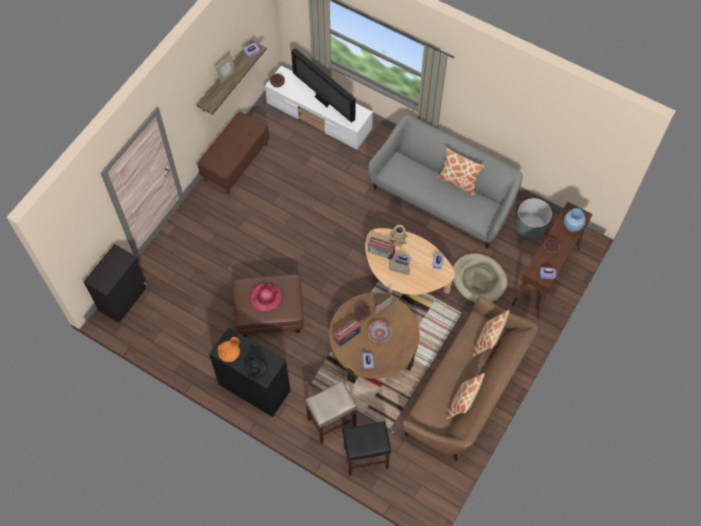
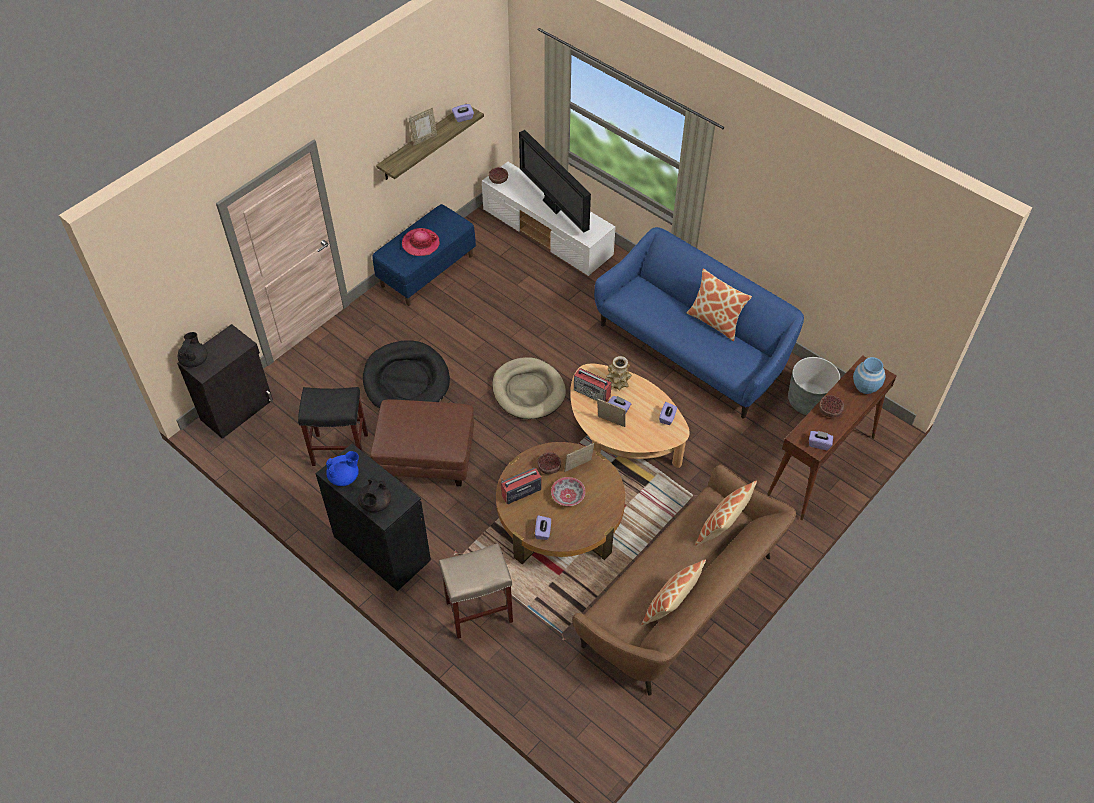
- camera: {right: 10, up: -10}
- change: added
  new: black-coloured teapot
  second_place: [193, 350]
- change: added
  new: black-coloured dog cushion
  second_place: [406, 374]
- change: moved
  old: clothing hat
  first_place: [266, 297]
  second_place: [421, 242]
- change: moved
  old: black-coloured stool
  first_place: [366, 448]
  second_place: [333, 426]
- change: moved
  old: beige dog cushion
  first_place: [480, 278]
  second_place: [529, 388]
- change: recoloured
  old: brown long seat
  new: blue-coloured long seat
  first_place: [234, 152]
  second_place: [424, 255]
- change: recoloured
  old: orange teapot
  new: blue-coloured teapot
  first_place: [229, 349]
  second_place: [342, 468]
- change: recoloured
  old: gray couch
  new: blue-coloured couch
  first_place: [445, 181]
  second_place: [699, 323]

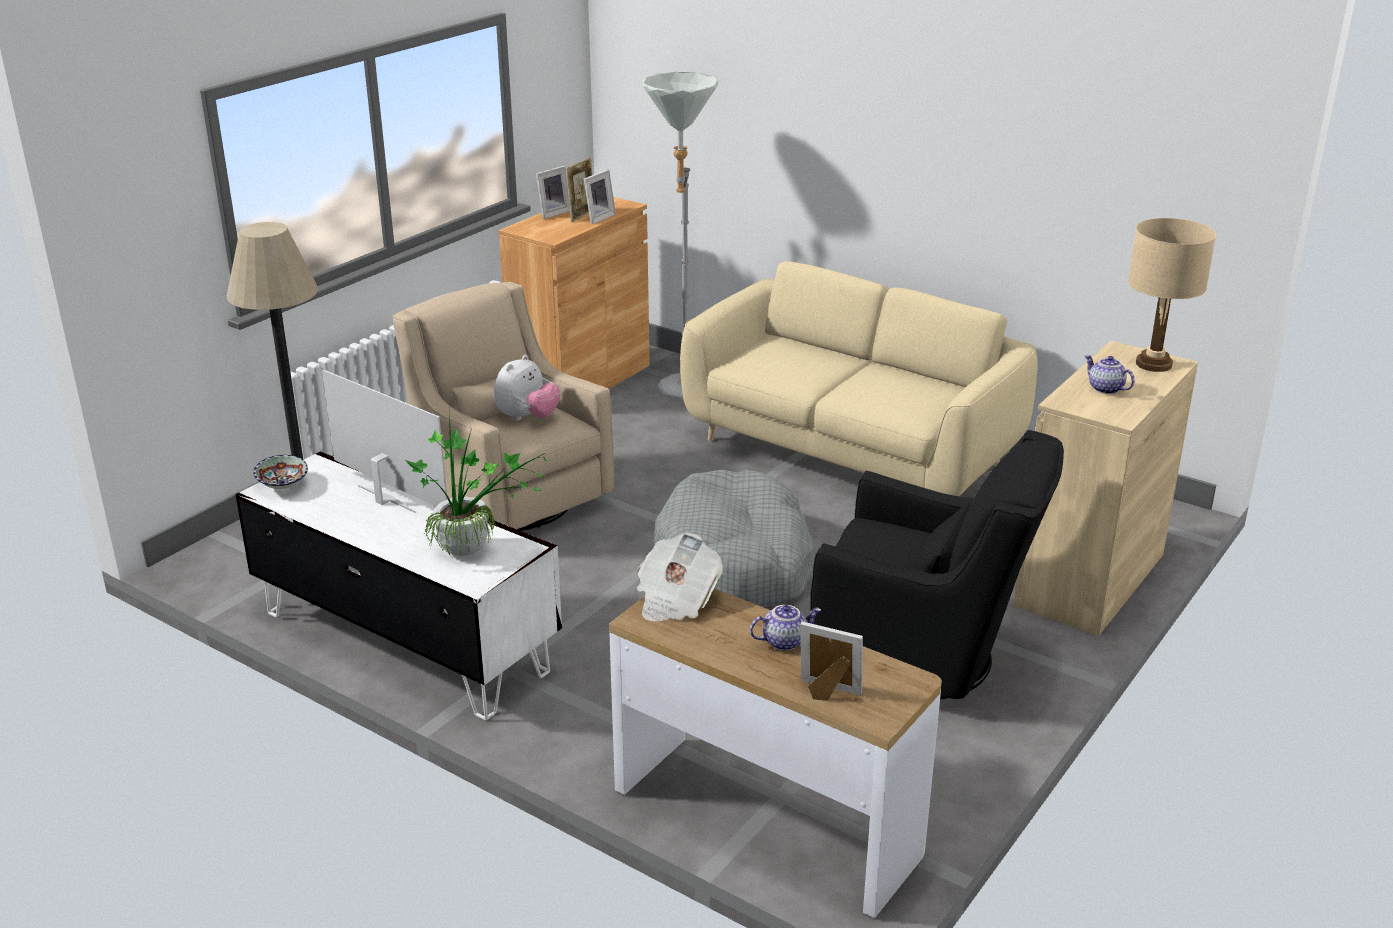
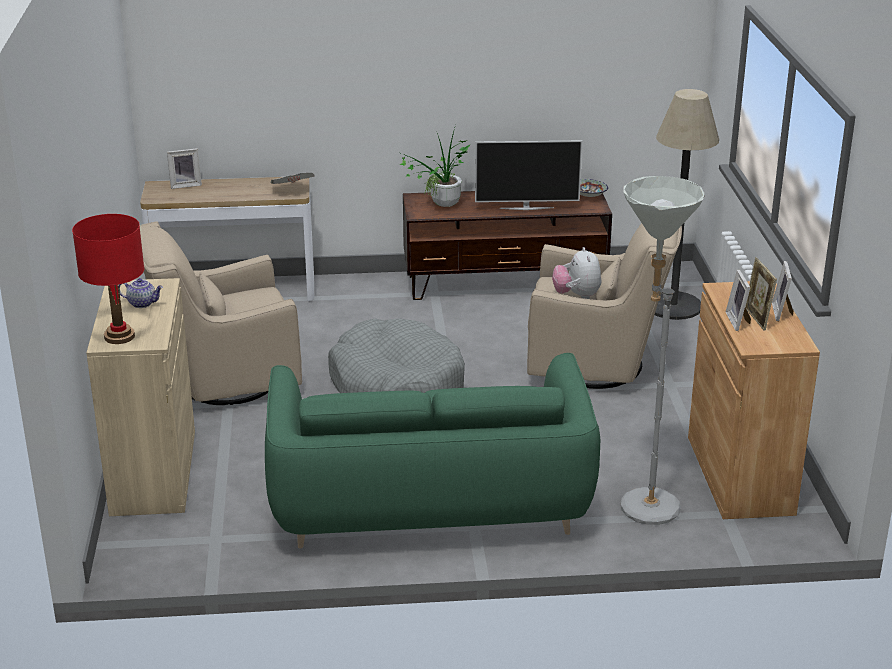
- camera: {right: 140, up: 0}
- change: removed
  old: teapot
  first_place: [785, 628]
- change: recoloured
  old: white-coloured tv unit
  new: brown tv unit
  first_place: [398, 586]
  second_place: [507, 245]
- change: recoloured
  old: beige couch
  new: green couch
  first_place: [859, 378]
  second_place: [432, 451]
- change: recoloured
  old: black-coloured lounge chair
  new: beige lounge chair
  first_place: [937, 564]
  second_place: [221, 313]
- change: recoloured
  old: beige tabletop lamp
  new: red tabletop lamp
  first_place: [1172, 295]
  second_place: [108, 279]

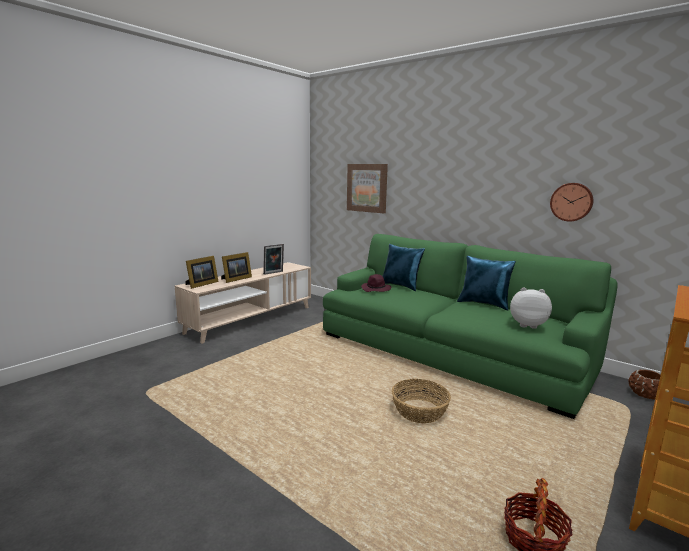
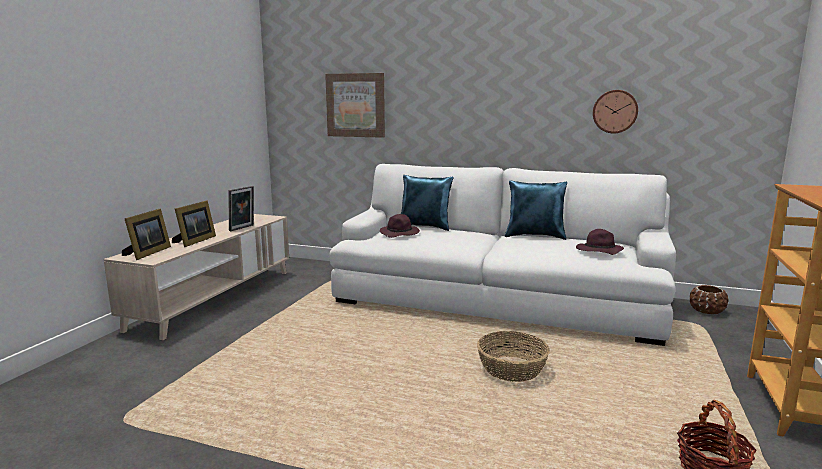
- camera: {right: -20, up: 0}
- change: replaced
  old: cuddly toy
  new: purple clothing hat
  first_place: [531, 308]
  second_place: [600, 242]
- change: recoloured
  old: green couch
  new: white-coloured couch
  first_place: [470, 326]
  second_place: [502, 255]

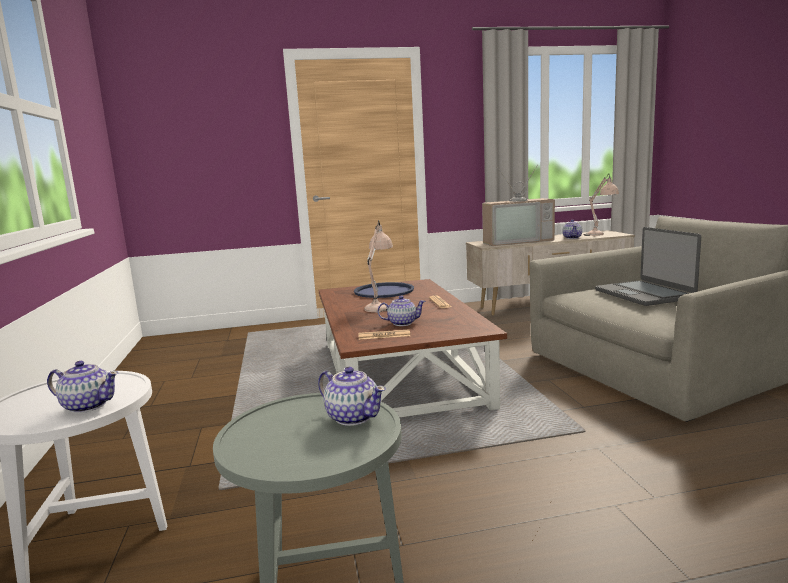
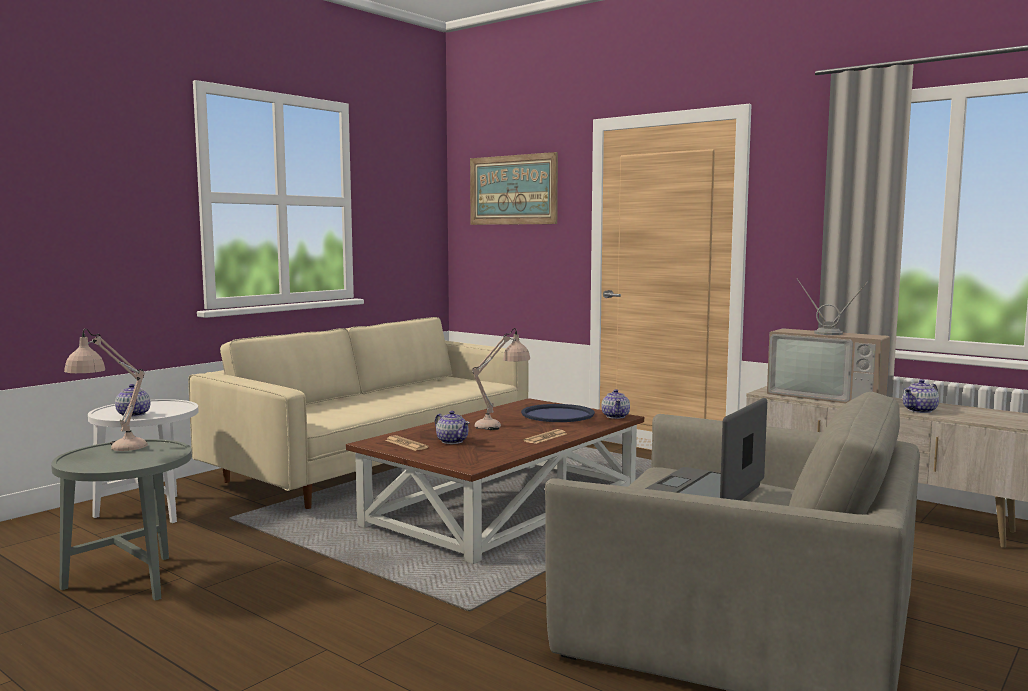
- camera: {right: 50, up: -5}
- change: added
  new: beige couch
  second_place: [358, 413]
- change: added
  new: wall picture
  second_place: [514, 188]
- change: moved
  old: teapot
  first_place: [352, 396]
  second_place: [615, 404]
- change: moved
  old: beige tabletop lamp
  first_place: [601, 205]
  second_place: [106, 390]

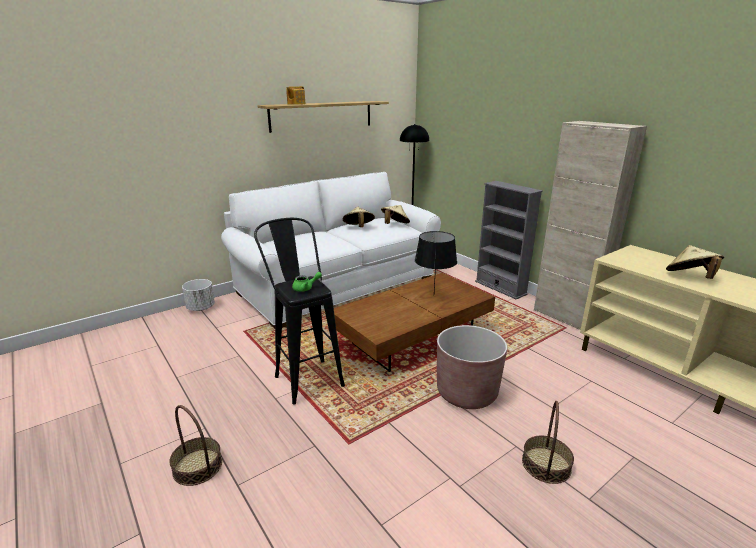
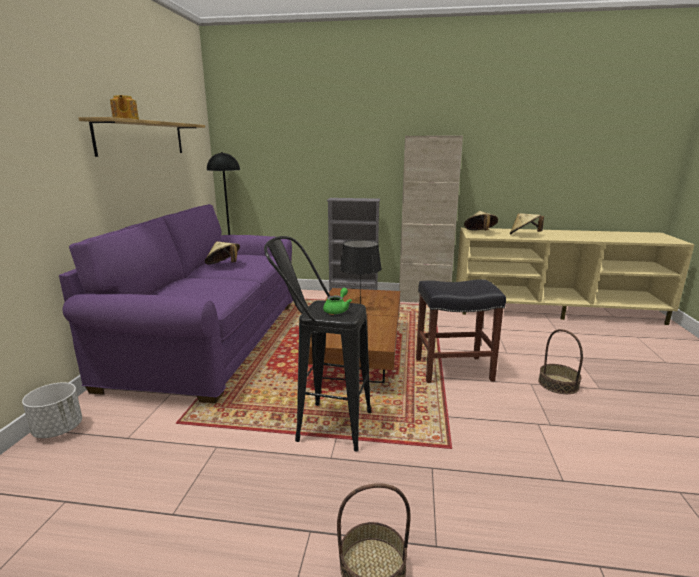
- camera: {right: -45, up: -5}
- change: moved
  old: beige clothing hat
  first_place: [395, 214]
  second_place: [481, 220]
- change: replaced
  old: brown flower pot
  new: black-coloured stool
  first_place: [472, 367]
  second_place: [461, 331]
- change: recoloured
  old: white-coloured couch
  new: purple couch
  first_place: [331, 250]
  second_place: [176, 303]

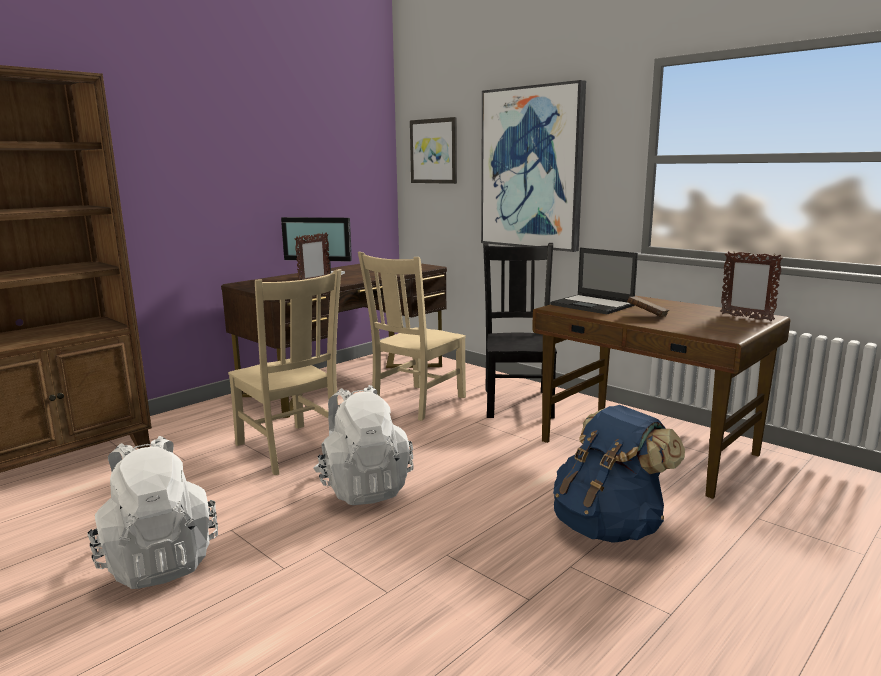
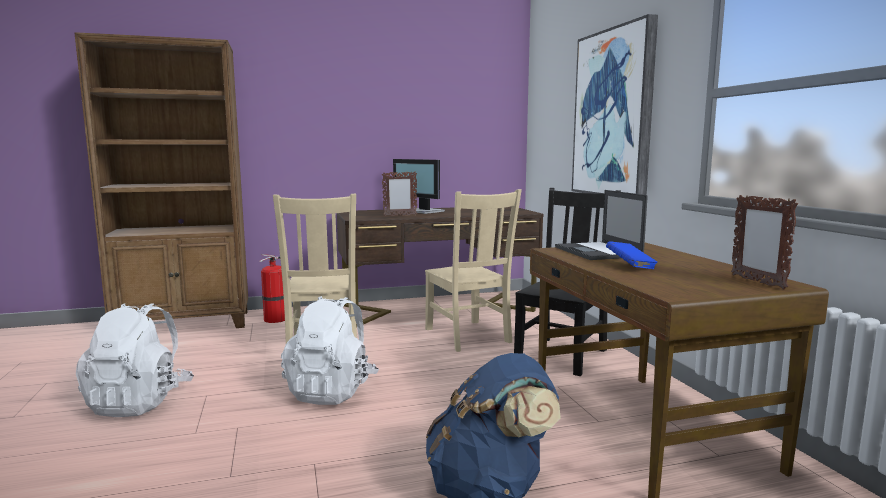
- camera: {right: 30, up: -5}
- change: removed
  old: wall picture
  first_place: [433, 150]
- change: added
  new: fire-fighting cylinder
  second_place: [272, 288]
- change: recoloured
  old: brown book
  new: blue-coloured book
  first_place: [648, 306]
  second_place: [632, 255]
- change: turned
  old: beige upright chair
  first_place: [412, 336]
  second_place: [473, 270]
  degrees: -90

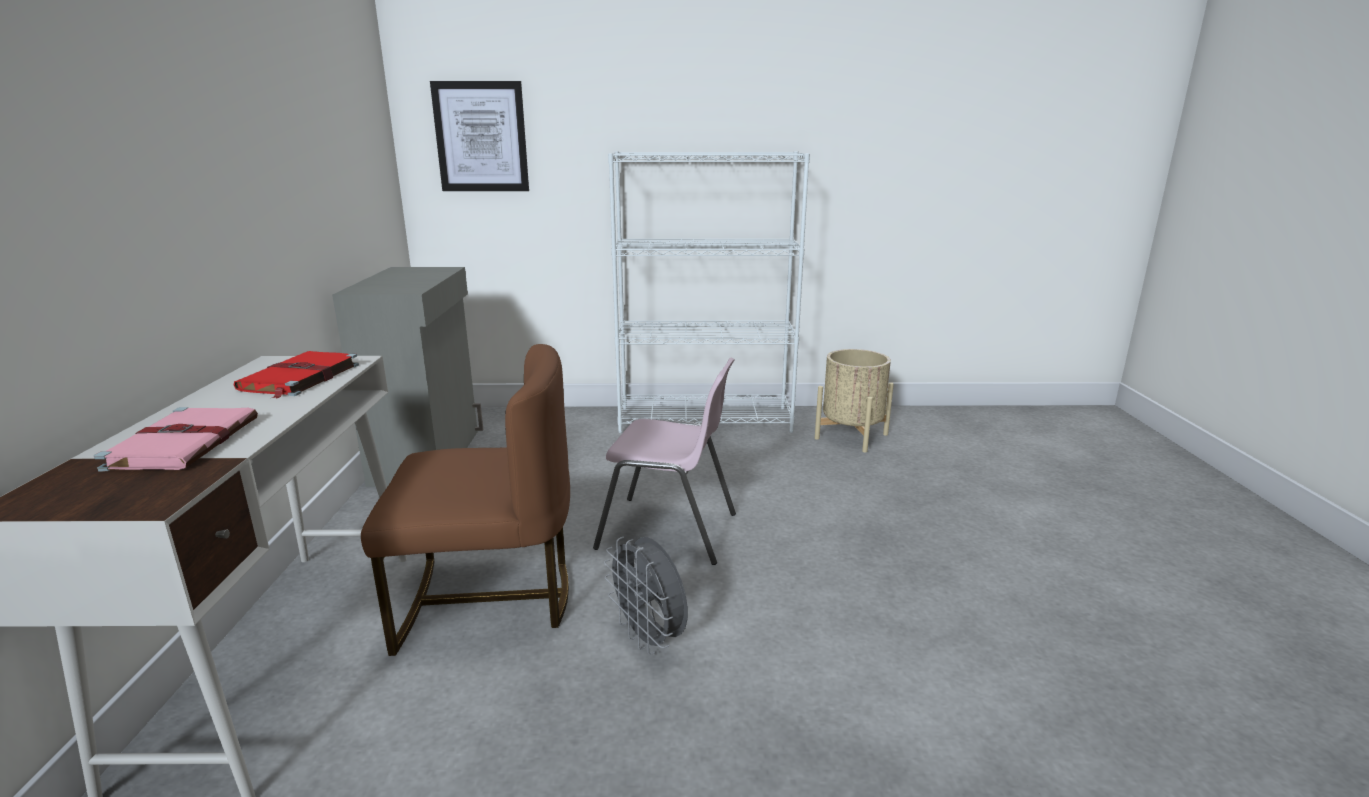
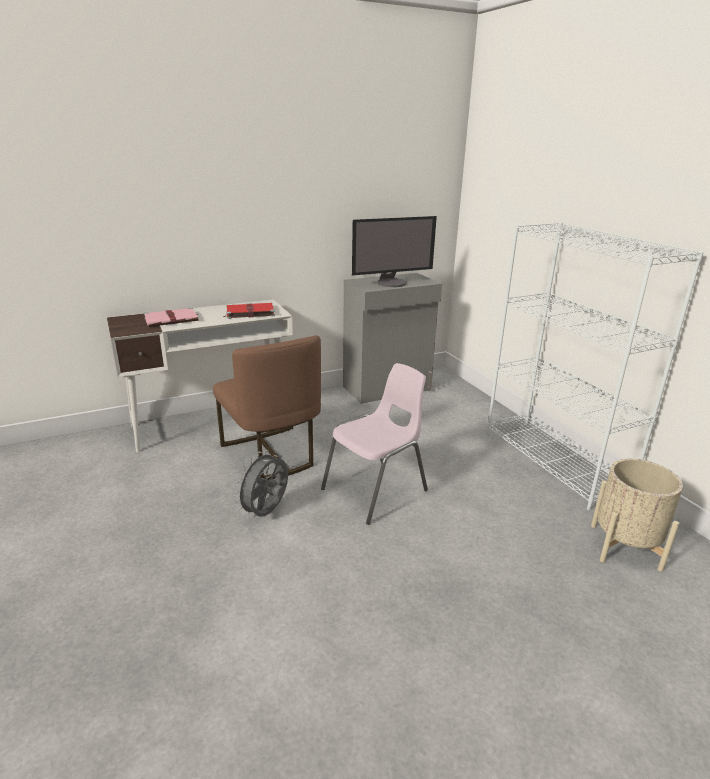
- camera: {right: 65, up: 5}
- change: removed
  old: wall picture
  first_place: [479, 136]
- change: added
  new: computer screen
  second_place: [394, 251]
- change: turned
  old: pink-coloured upright chair
  first_place: [664, 461]
  second_place: [374, 444]
  degrees: -120

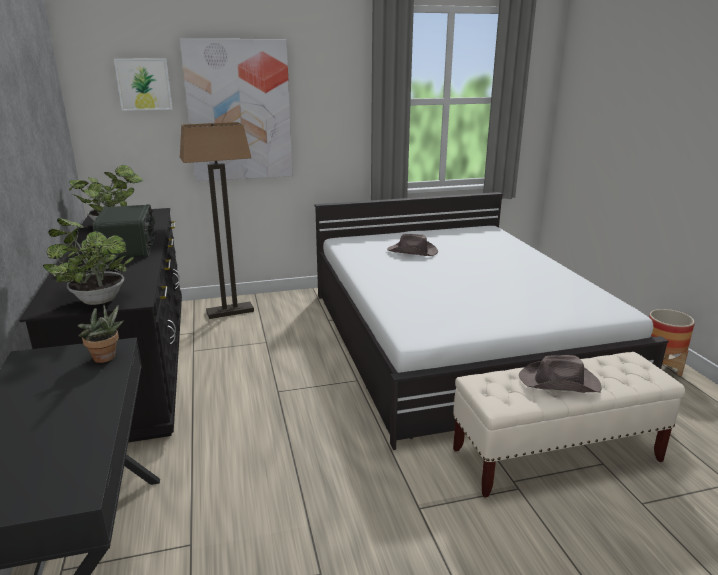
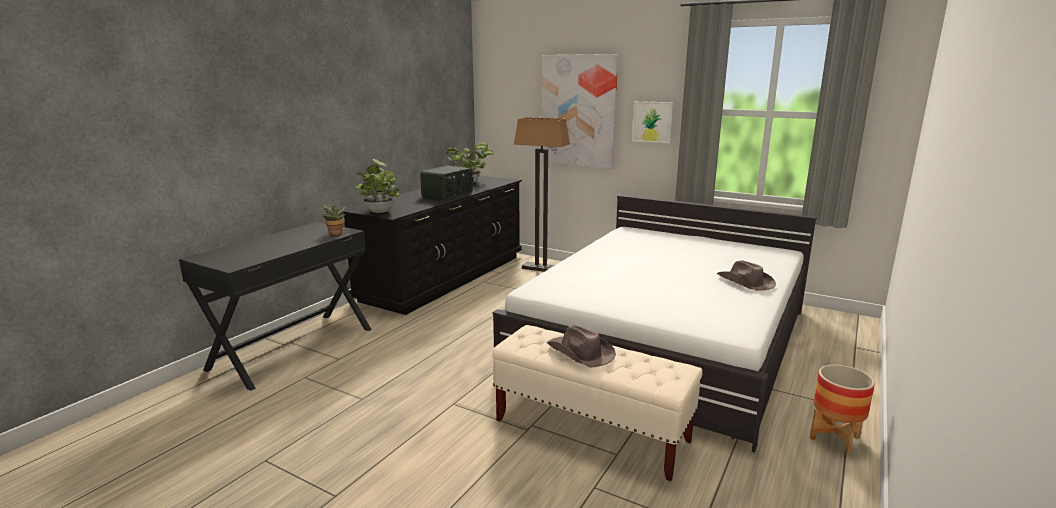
- camera: {right: 45, up: -5}
- change: moved
  old: wall picture
  first_place: [143, 84]
  second_place: [652, 122]
- change: moved
  old: brown clothing hat
  first_place: [412, 245]
  second_place: [746, 275]

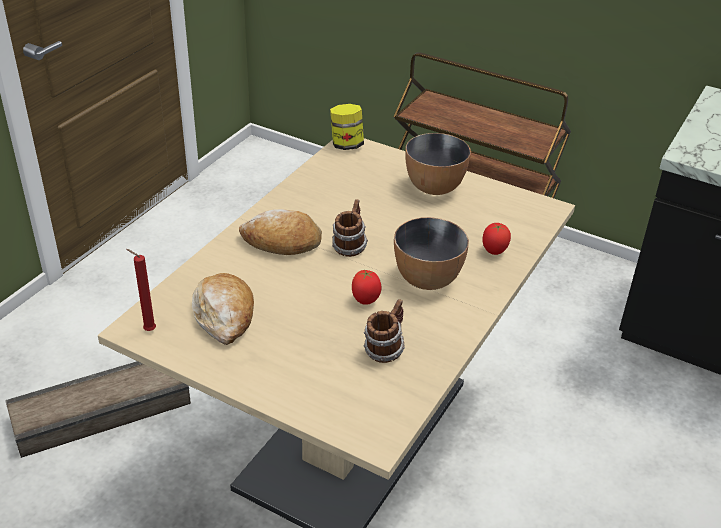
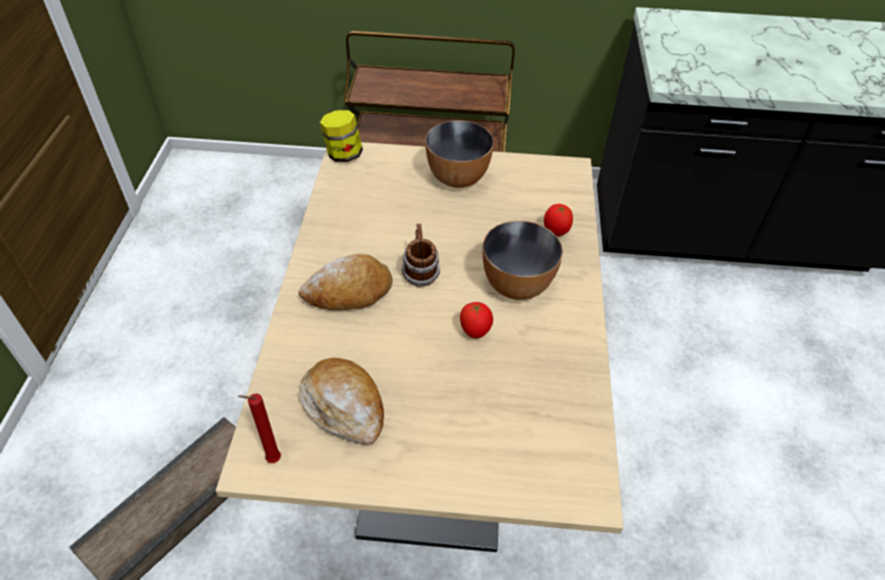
- camera: {right: -25, up: 10}
- change: removed
  old: tea mug
  first_place: [384, 331]

